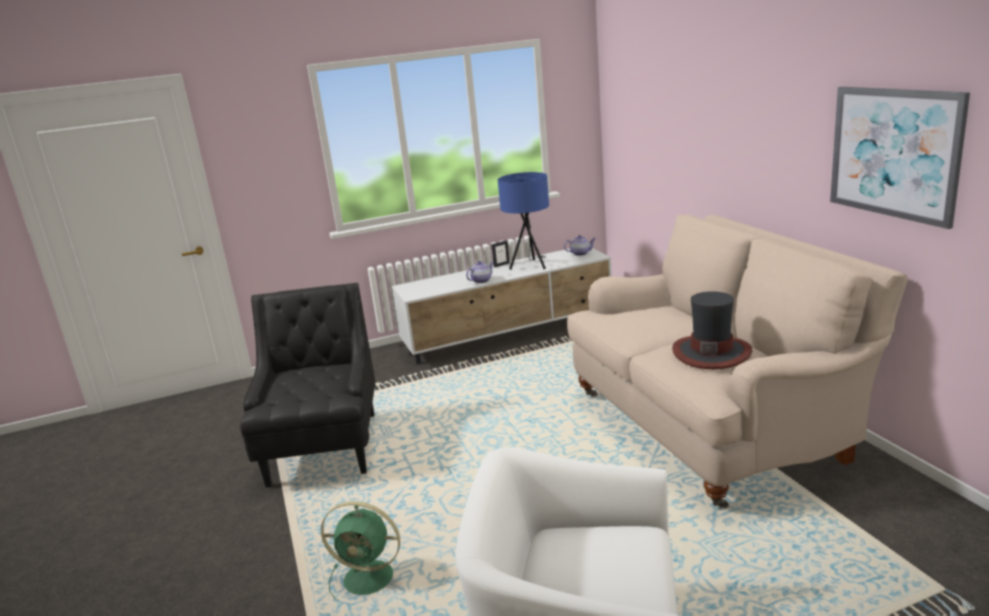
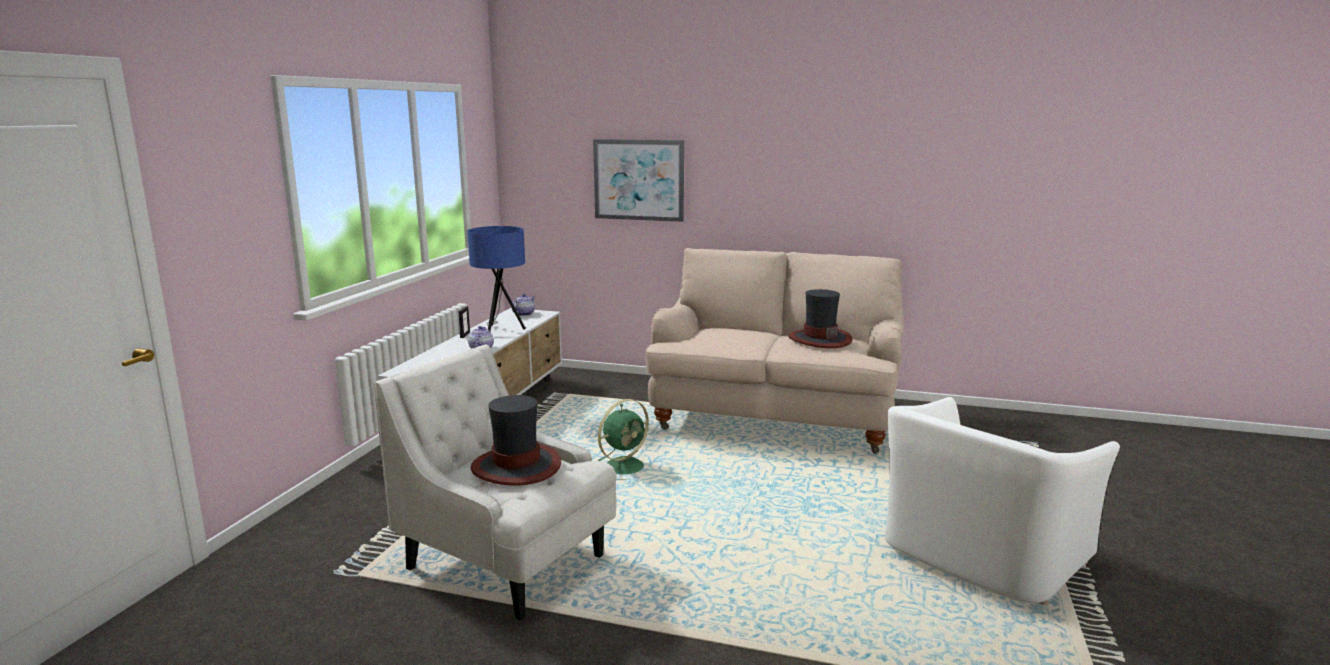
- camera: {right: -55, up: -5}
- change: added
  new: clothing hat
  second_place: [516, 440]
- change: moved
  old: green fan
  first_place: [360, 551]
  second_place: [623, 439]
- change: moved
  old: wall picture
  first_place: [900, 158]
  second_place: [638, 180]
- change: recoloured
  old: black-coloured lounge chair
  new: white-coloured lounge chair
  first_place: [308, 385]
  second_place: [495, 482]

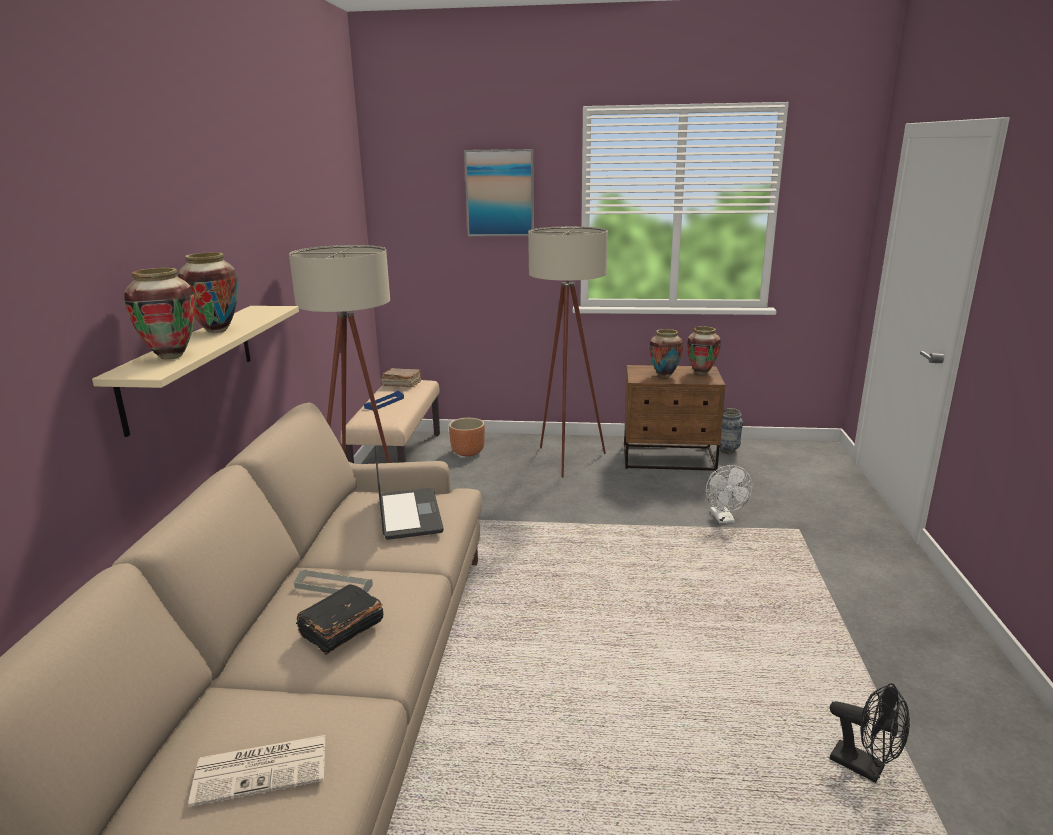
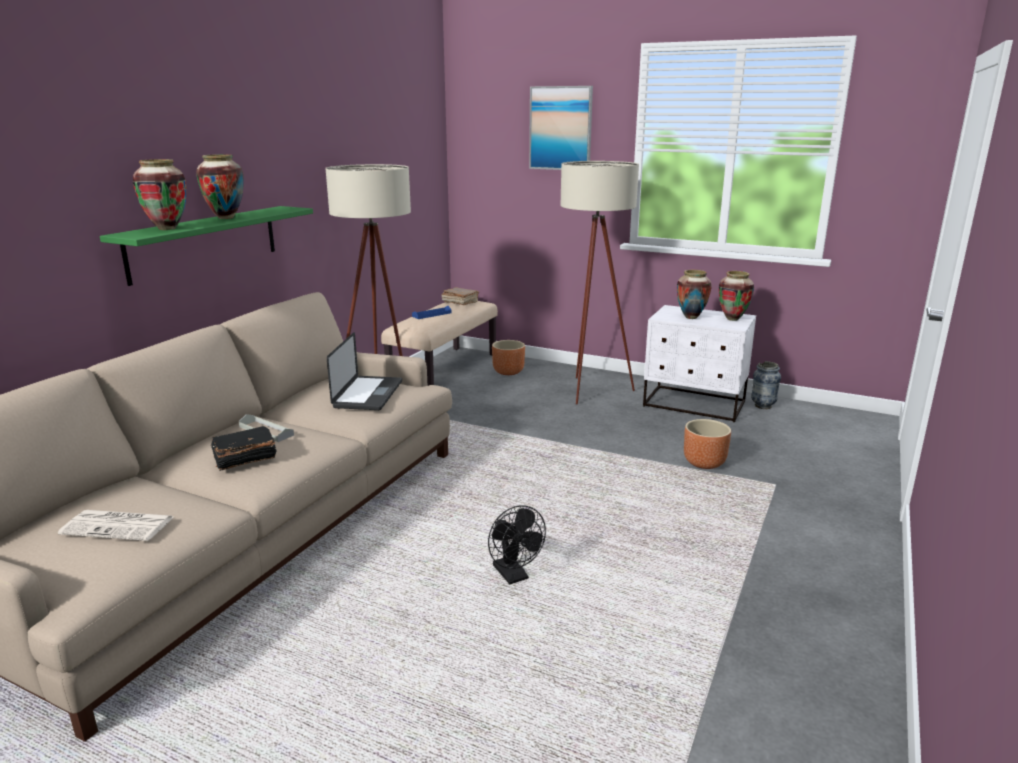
- camera: {right: 20, up: 0}
- change: moved
  old: black-coloured fan
  first_place: [870, 733]
  second_place: [517, 545]
- change: replaced
  old: white-coloured fan
  new: brown flower pot
  first_place: [729, 494]
  second_place: [707, 444]
- change: recoloured
  old: beige shelf
  new: green shelf
  first_place: [195, 371]
  second_place: [206, 246]
- change: recoloured
  old: brown nightstand
  new: white-coloured nightstand
  first_place: [675, 418]
  second_place: [699, 363]

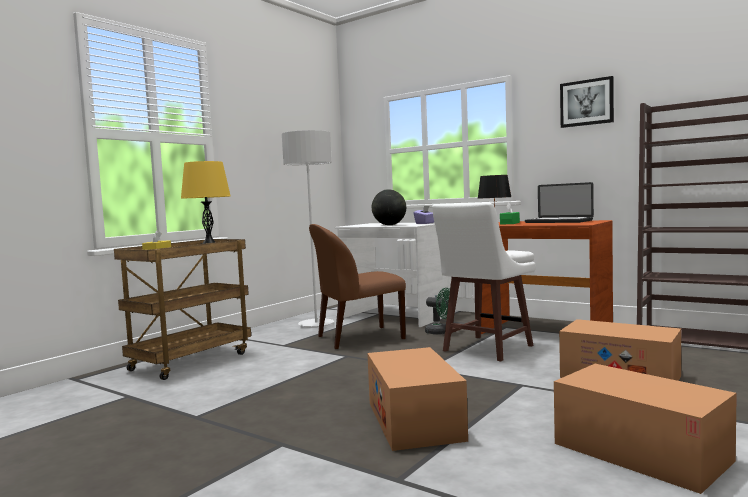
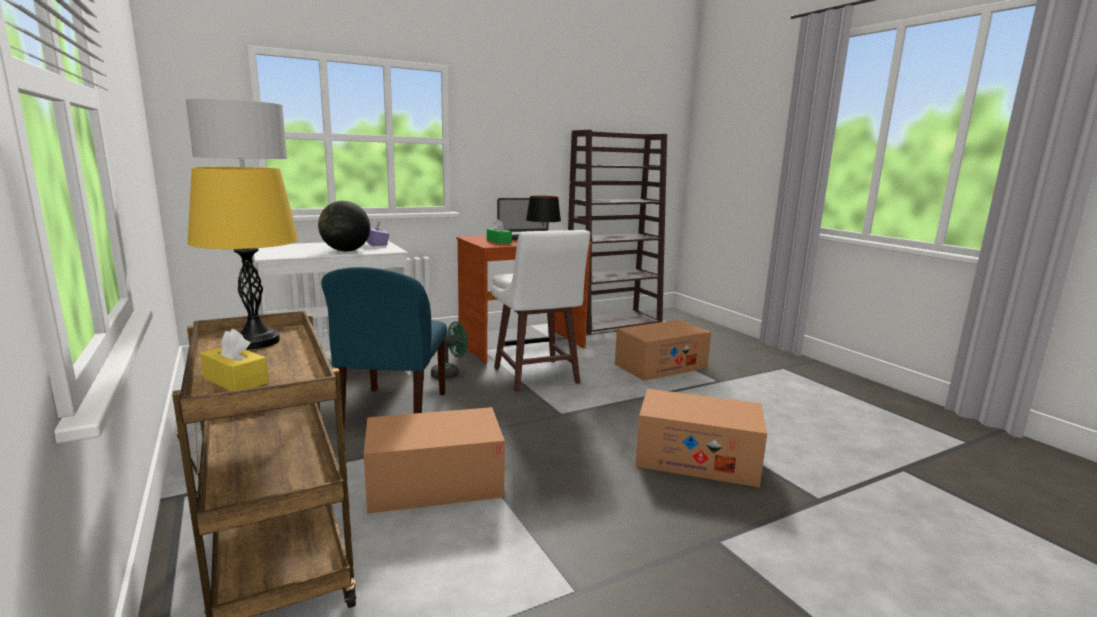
- camera: {right: -65, up: 10}
- change: removed
  old: wall picture
  first_place: [587, 102]
- change: moved
  old: packing box
  first_place: [645, 429]
  second_place: [434, 460]
- change: recoloured
  old: brown upright chair
  new: blue-coloured upright chair
  first_place: [357, 286]
  second_place: [384, 347]

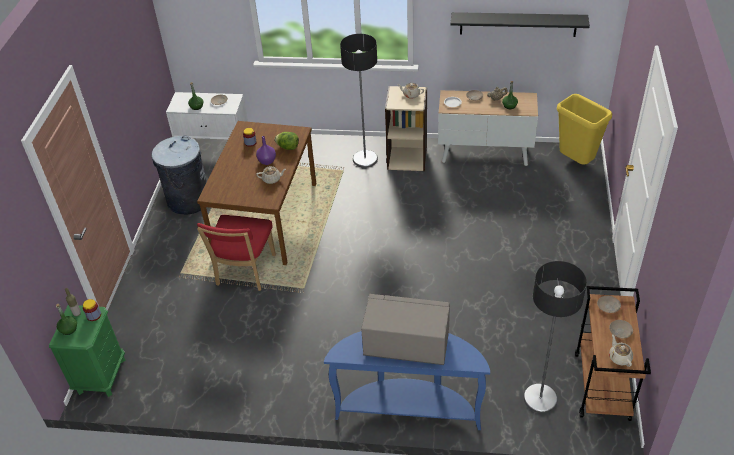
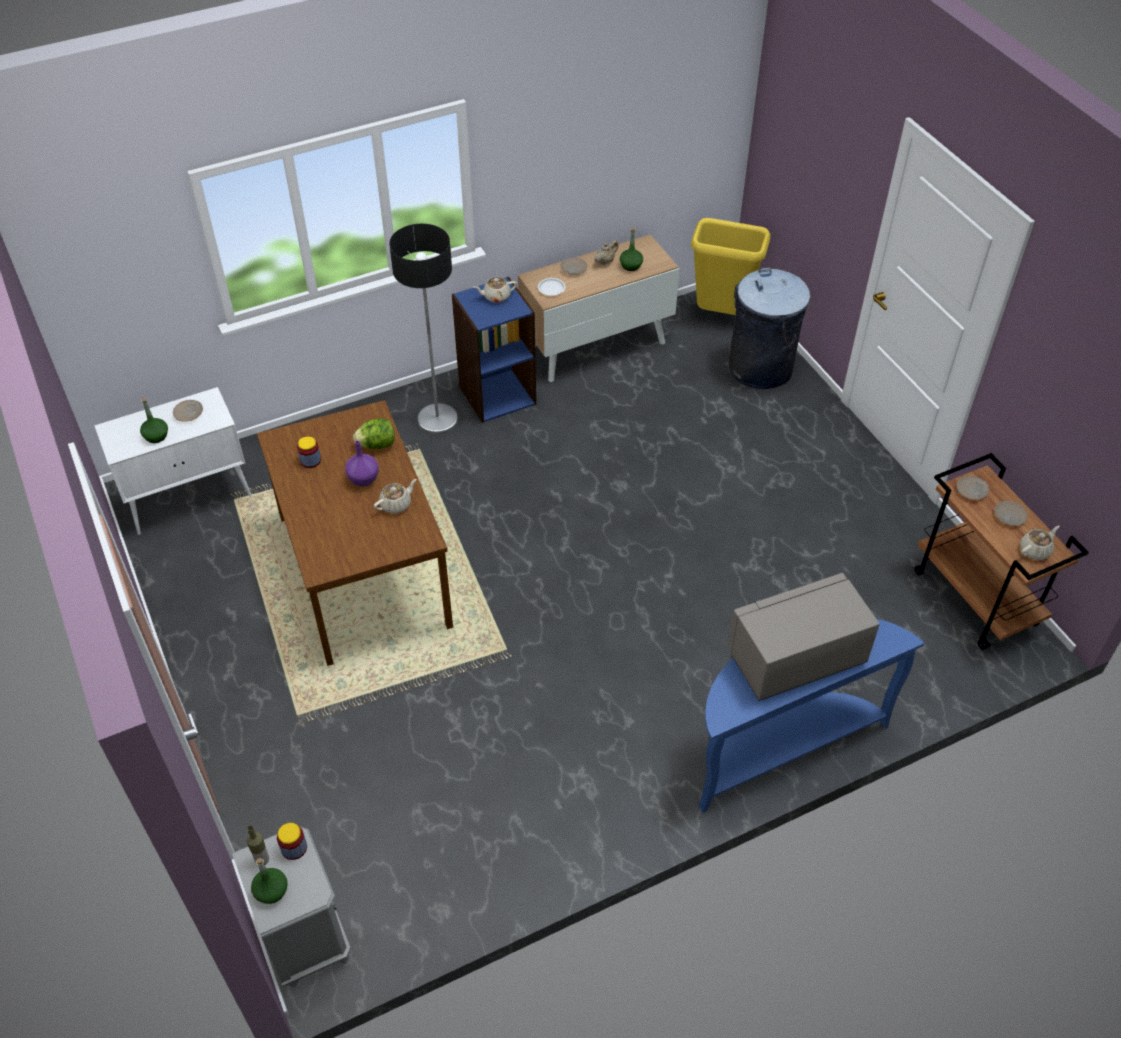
- camera: {right: -35, up: 5}
- change: removed
  old: red upright chair
  first_place: [236, 253]
- change: removed
  old: black-coloured shelf
  first_place: [520, 24]
- change: removed
  old: standard lamp
  first_place: [555, 337]
- change: moved
  old: gray rubbish bin
  first_place: [179, 175]
  second_place: [769, 328]
- change: recoloured
  old: green nightstand
  new: gray nightstand
  first_place: [87, 351]
  second_place: [291, 906]
- change: recoloured
  old: beige bookshelf
  new: blue-coloured bookshelf
  first_place: [406, 128]
  second_place: [494, 350]
- change: turned
  old: beige teapot
  first_place: [621, 350]
  second_place: [1040, 542]
  degrees: 105

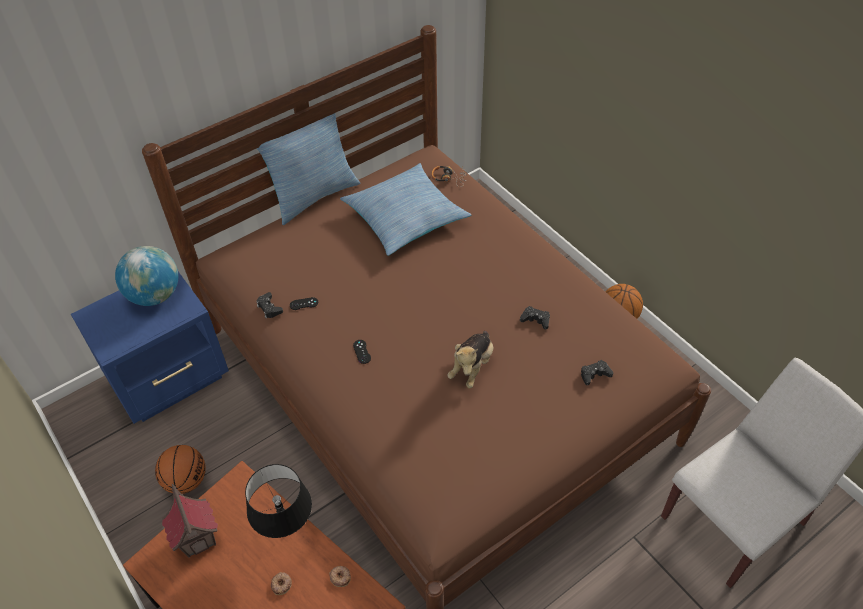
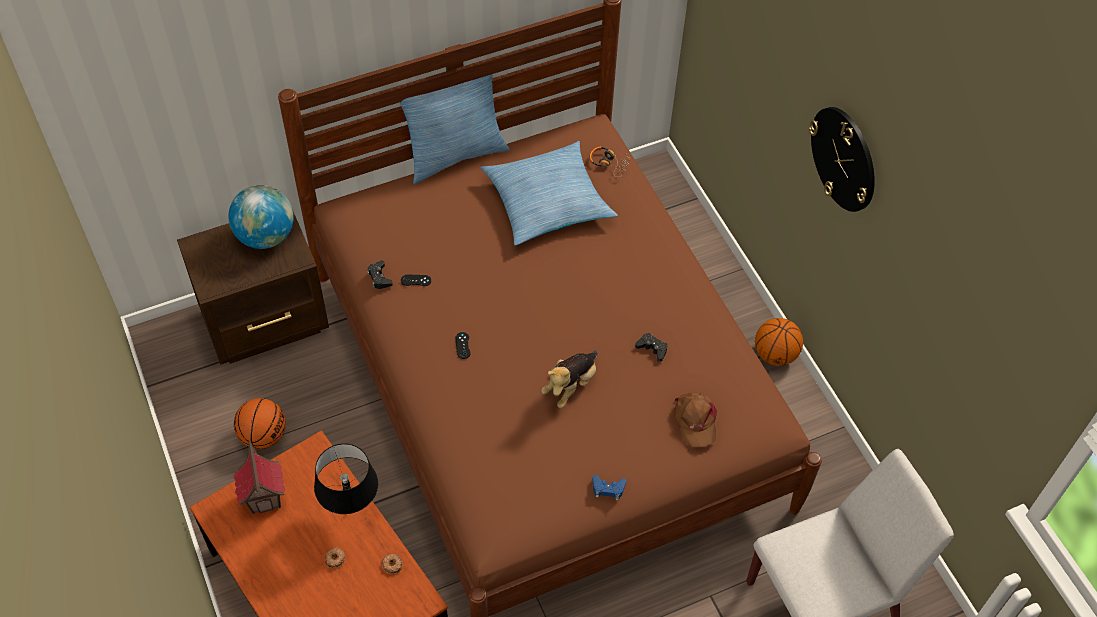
- camera: {right: 10, up: 5}
- change: added
  new: blue-coloured joypad
  second_place: [609, 487]
- change: added
  new: wall clock
  second_place: [842, 159]
- change: replaced
  old: black-coloured joypad
  new: brown cap
  first_place: [597, 372]
  second_place: [695, 420]
- change: recoloured
  old: blue-coloured nightstand
  new: brown nightstand
  first_place: [150, 348]
  second_place: [253, 288]

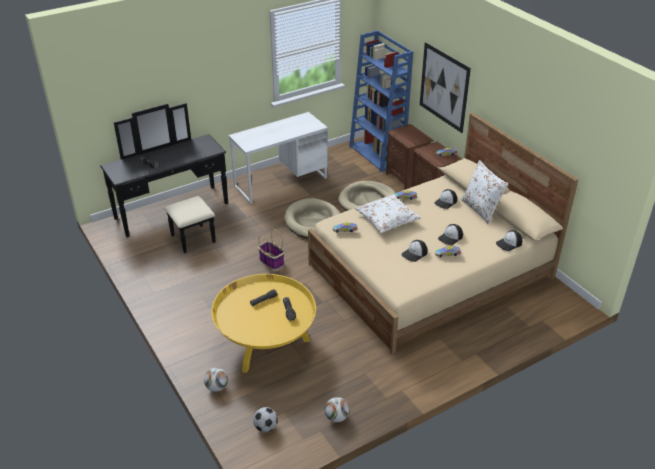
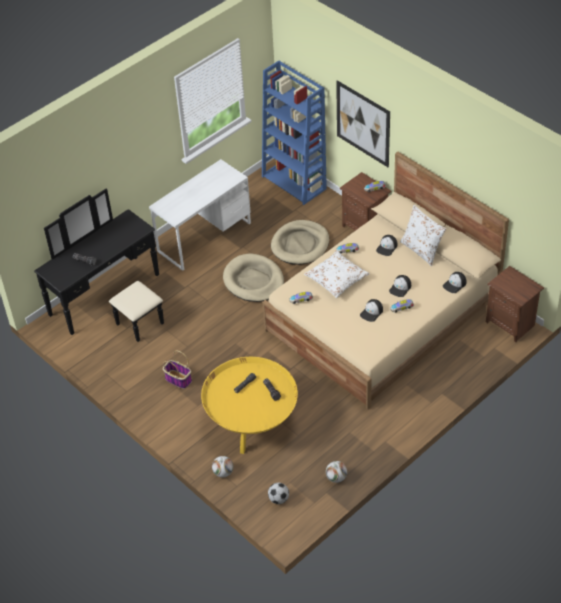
- camera: {right: -10, up: 10}
- change: moved
  old: household basket
  first_place: [271, 249]
  second_place: [177, 369]
- change: moved
  old: brown nightstand
  first_place: [410, 157]
  second_place: [515, 304]

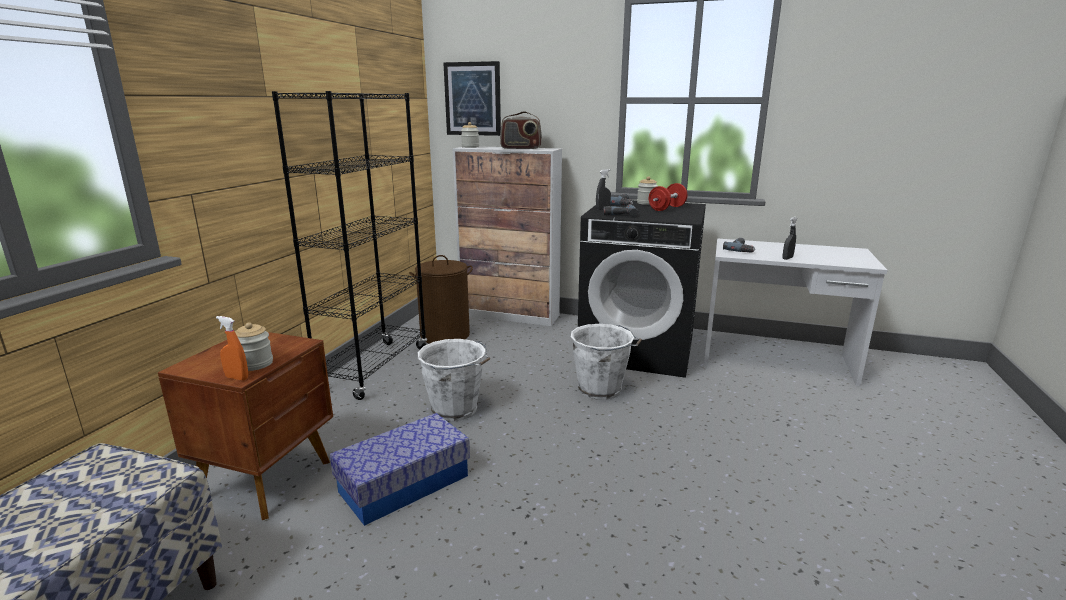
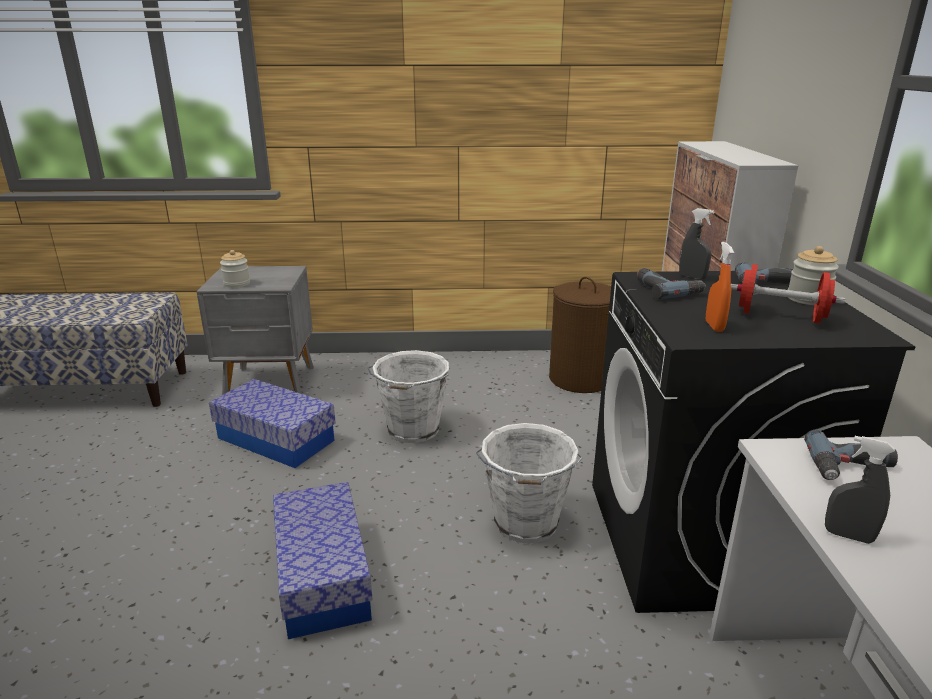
- camera: {right: 70, up: 5}
- change: removed
  old: black-coloured bookshelf
  first_place: [349, 245]
- change: removed
  old: wall picture
  first_place: [472, 98]
- change: removed
  old: preserve jar
  first_place: [470, 135]
- change: removed
  old: radio receiver
  first_place: [521, 130]
- change: added
  new: storage box
  second_place: [323, 560]
- change: moved
  old: orange spray bottle
  first_place: [232, 348]
  second_place: [720, 287]
- change: recoloured
  old: brown nightstand
  new: gray nightstand
  first_place: [245, 426]
  second_place: [255, 330]

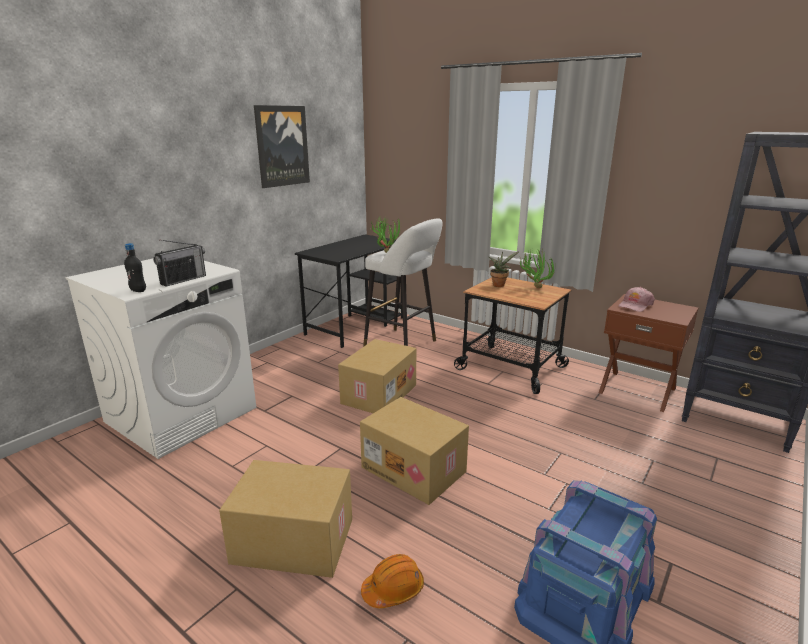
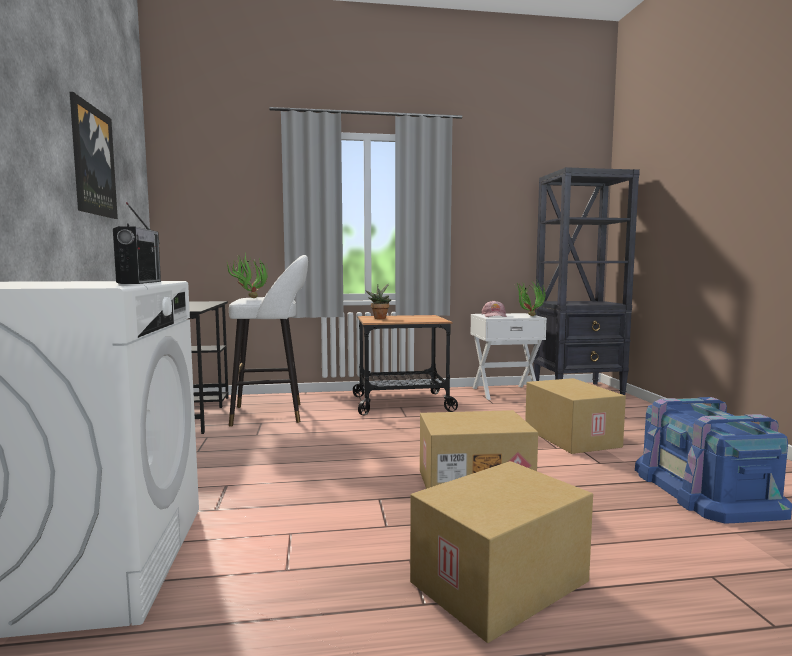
- camera: {right: -45, up: -15}
- change: removed
  old: black-coloured bottle
  first_place: [135, 267]
- change: removed
  old: orange work helmet
  first_place: [392, 581]
- change: moved
  old: packing box
  first_place: [377, 376]
  second_place: [575, 416]
- change: moved
  old: plant in a pot
  first_place: [537, 268]
  second_place: [530, 298]
- change: recoloured
  old: brown nightstand
  new: white-coloured nightstand
  first_place: [648, 353]
  second_place: [508, 356]

